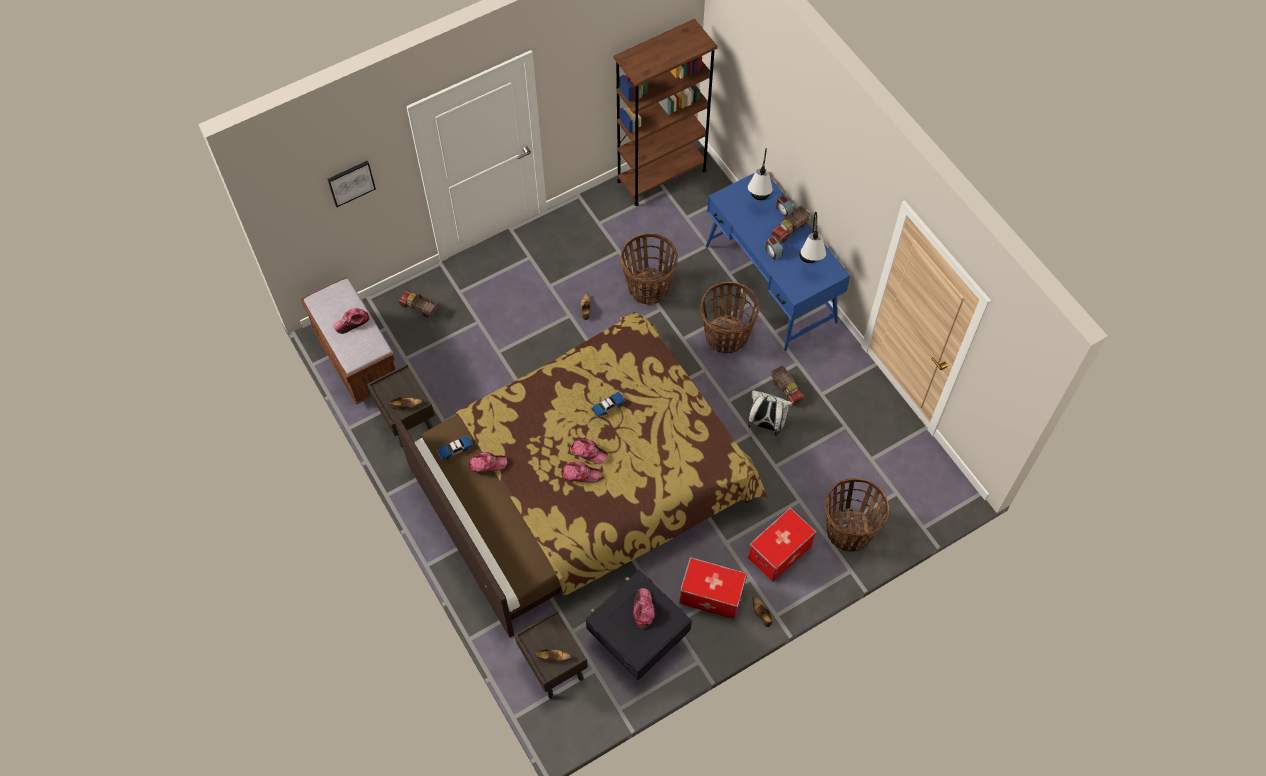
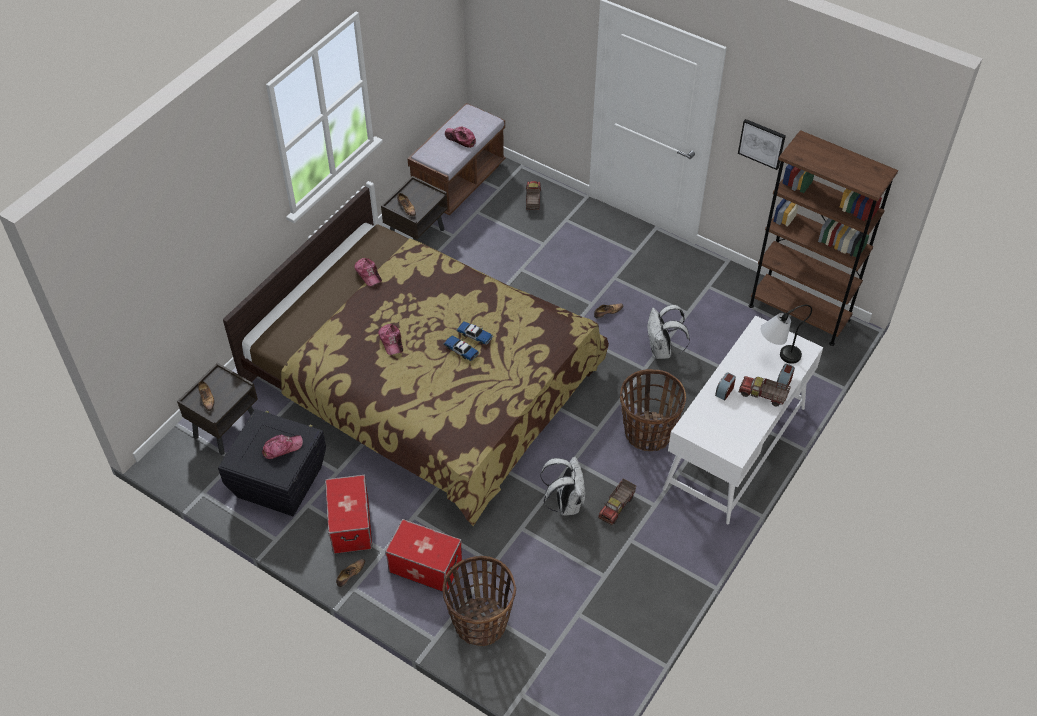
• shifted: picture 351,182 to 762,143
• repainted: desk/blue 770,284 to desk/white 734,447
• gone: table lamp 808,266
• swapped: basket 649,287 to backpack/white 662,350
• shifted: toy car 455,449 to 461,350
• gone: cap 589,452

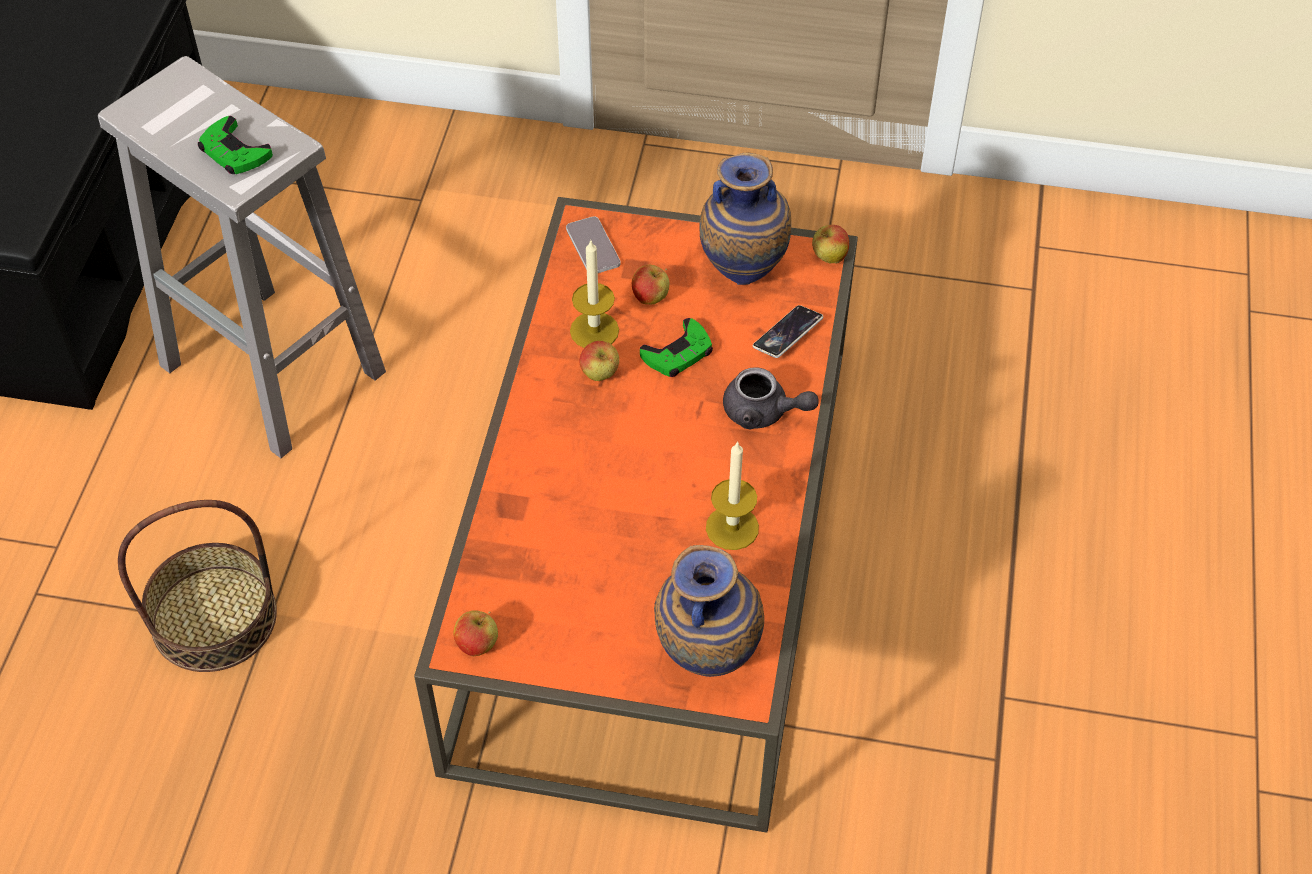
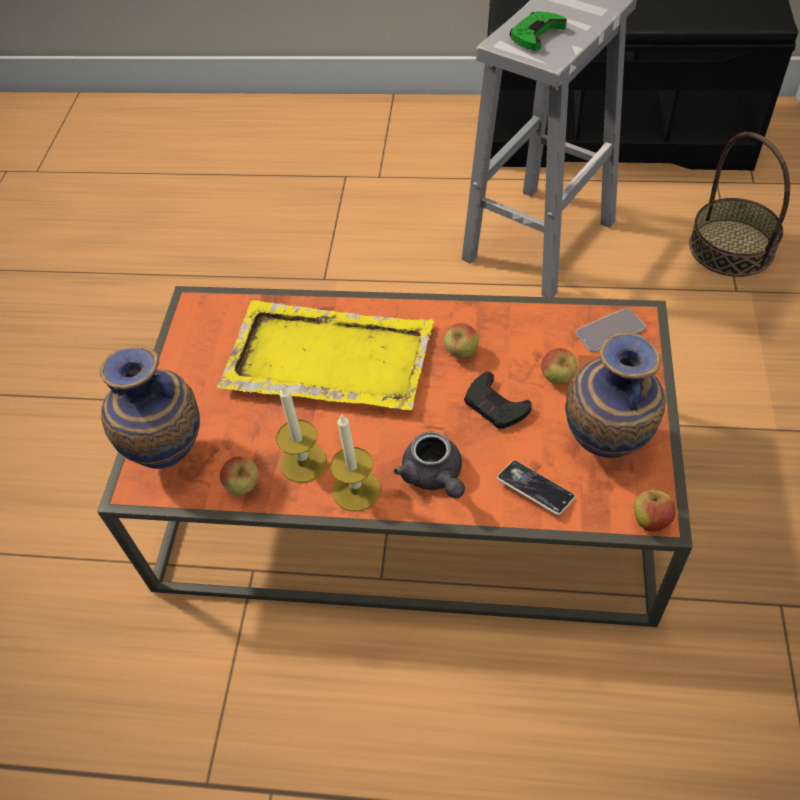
• shifted: candle 594,330 to 356,490
• repainted: game controller/green 678,353 to game controller/black 495,405
• rotated: teapot/grey 763,413 = 434,477 45 degrees counterclockwise
• shifted: basket 214,617 to 731,247
• shifted: apple 477,645 to 244,487
• new: tray/yellow 326,359

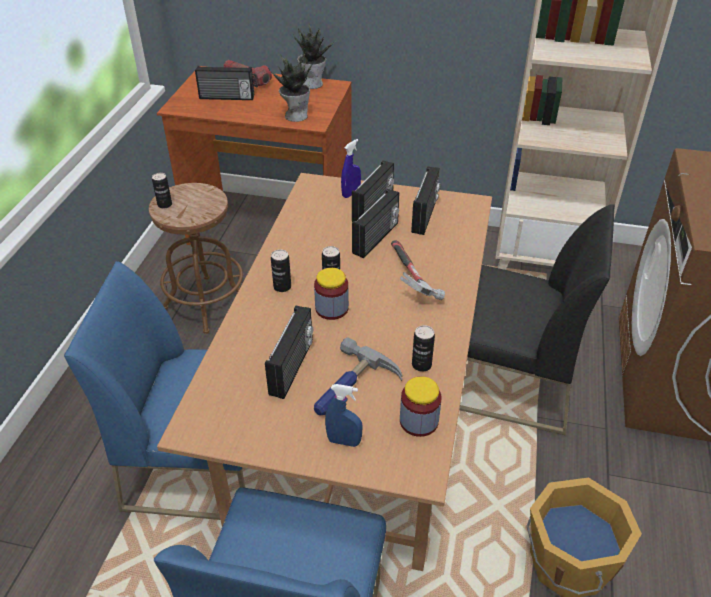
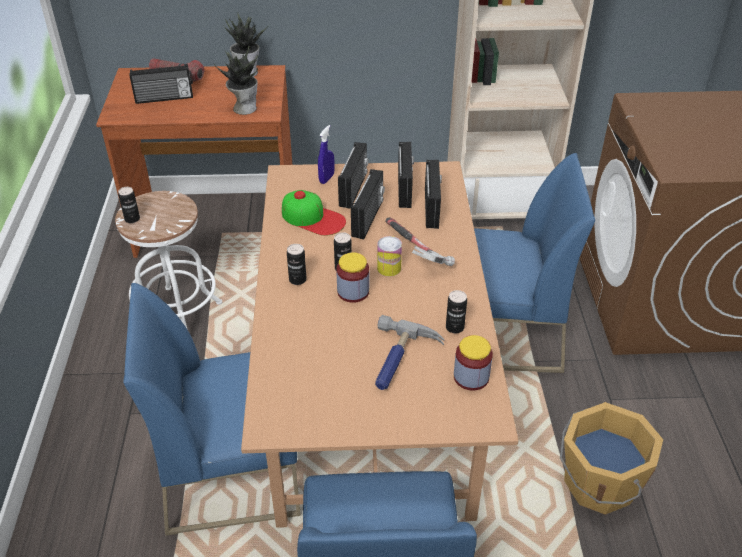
• repainted: stool/brown 206,304 to stool/white 178,315
• repainted: chair/black 511,382 to chair/blue 501,334
• shifted: radio 293,367 to 433,208
• gone: spray bottle/blue 344,441
• new: cap 313,218
• new: can 389,268

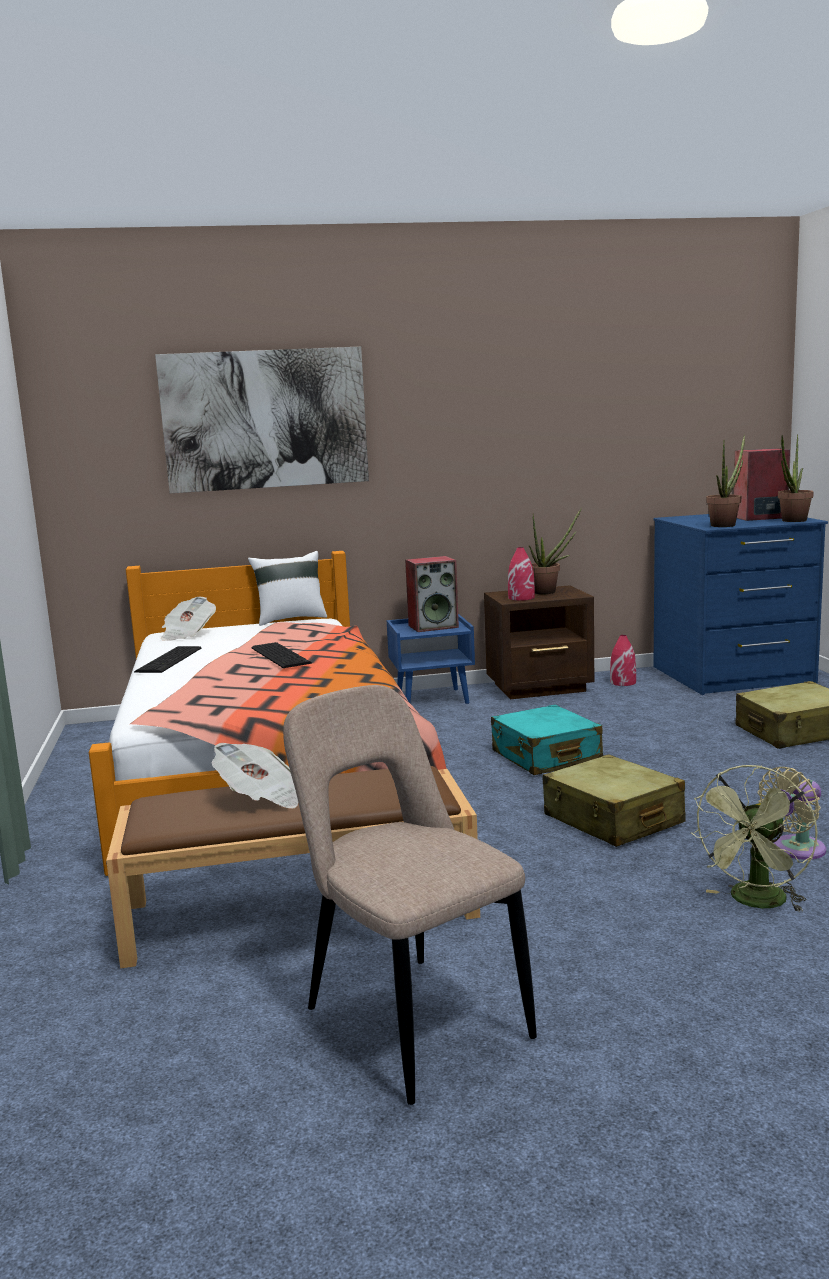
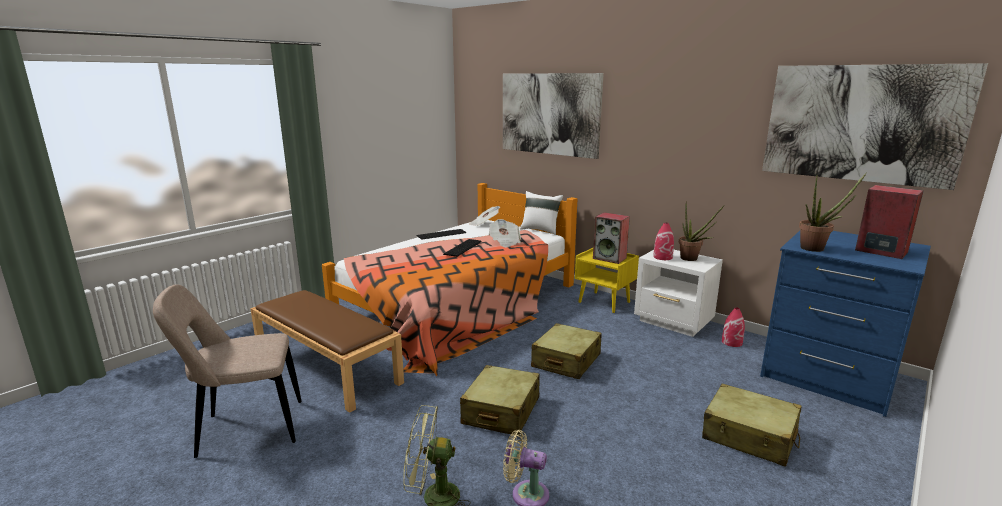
• gone: potted plant 792,521
• repainted: nightstand/brown 541,688 to nightstand/white 674,322
• repainted: nightstand/blue 433,699 to nightstand/yellow 604,302
• rotated: chair/beige 410,1019 = 245,429 120 degrees counterclockwise
• repainted: suitcase/turquoise 546,757 to suitcase/beige 566,361
• shifted: newspaper 262,798 to 504,242
• new: picture 861,123

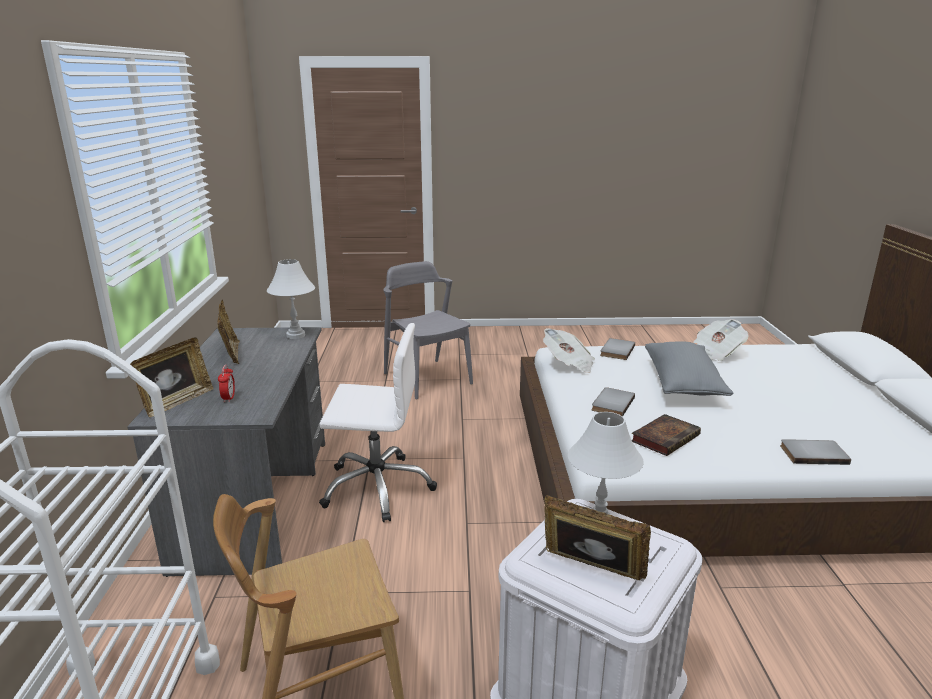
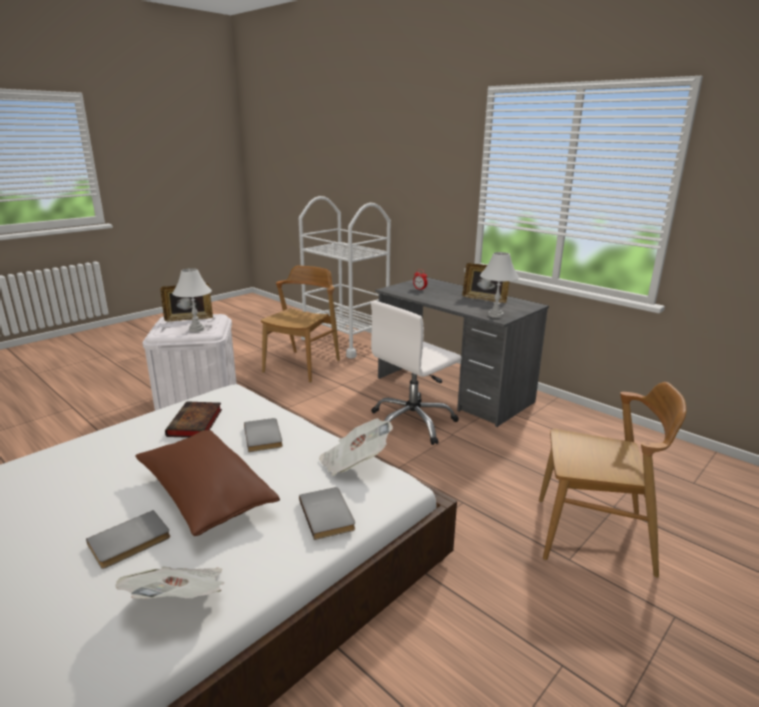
• repainted: chair/grey 427,378 to chair/brown 594,536
• gone: picture frame 176,402
• repainted: pillow/grey 683,383 to pillow/brown 206,495
• shifted: book/grey 812,453 to 130,542

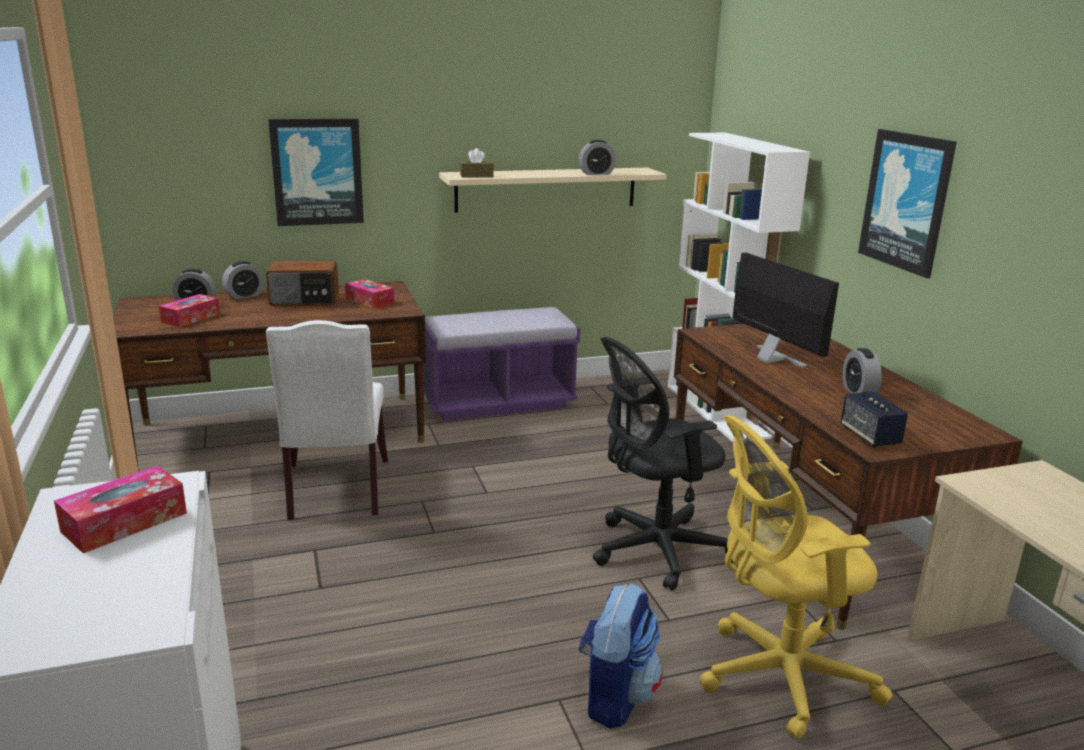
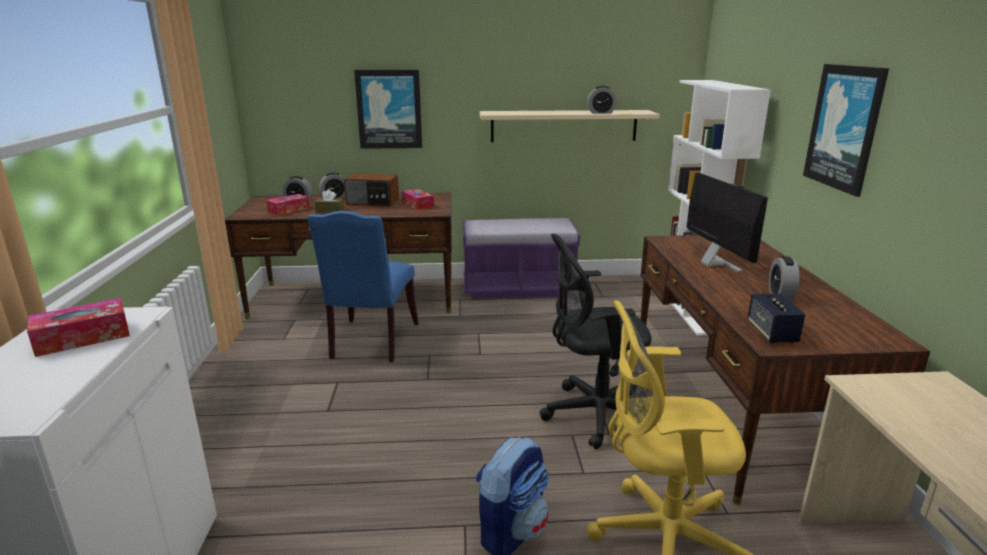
• shifted: tissue box/brown 476,176 to 330,210
• repainted: chair/white 336,492 to chair/blue 372,342

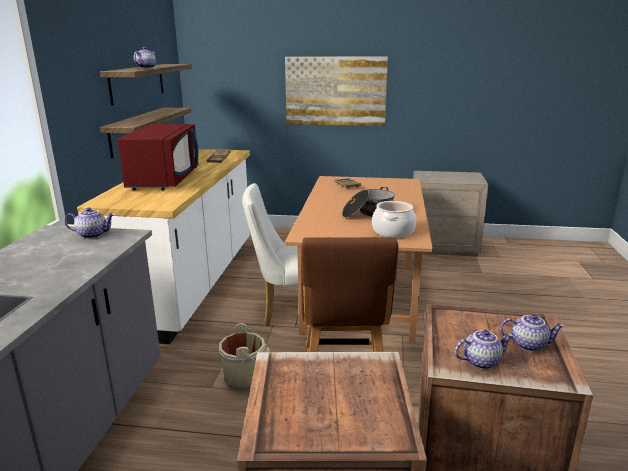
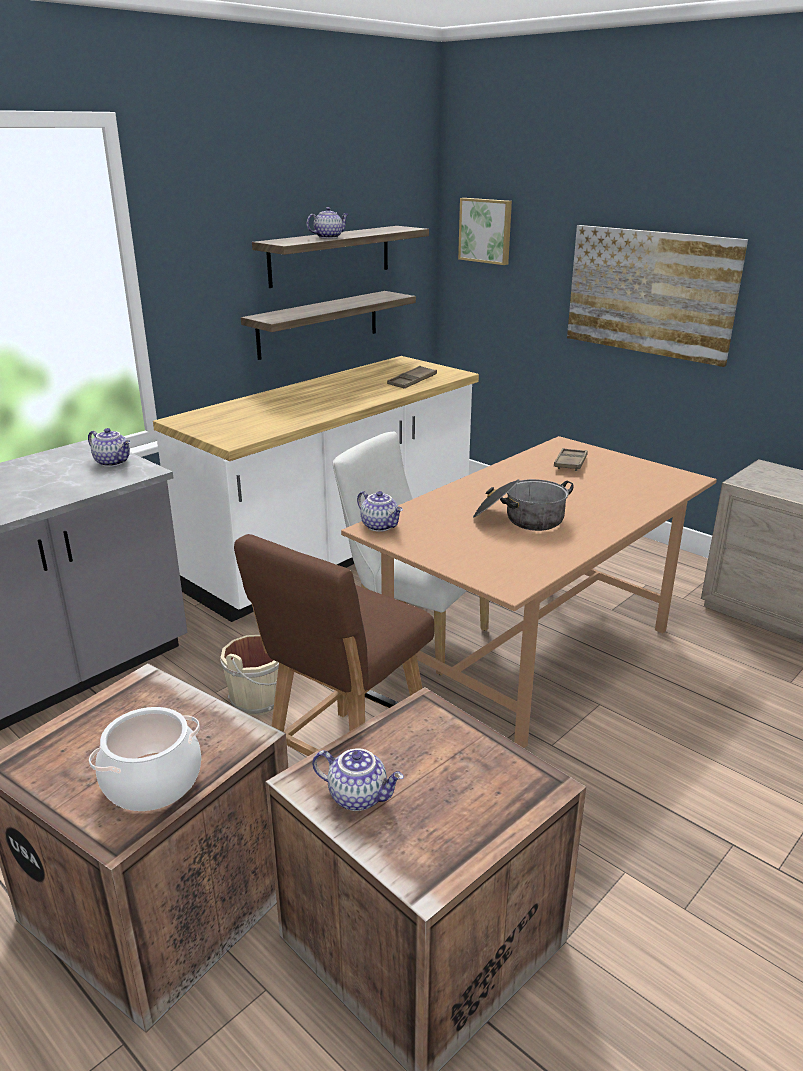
• gone: microwave/red 164,180
• shifted: cooking pot 393,232 to 152,782
• shifted: teapot 529,344 to 380,526
• new: picture 486,230

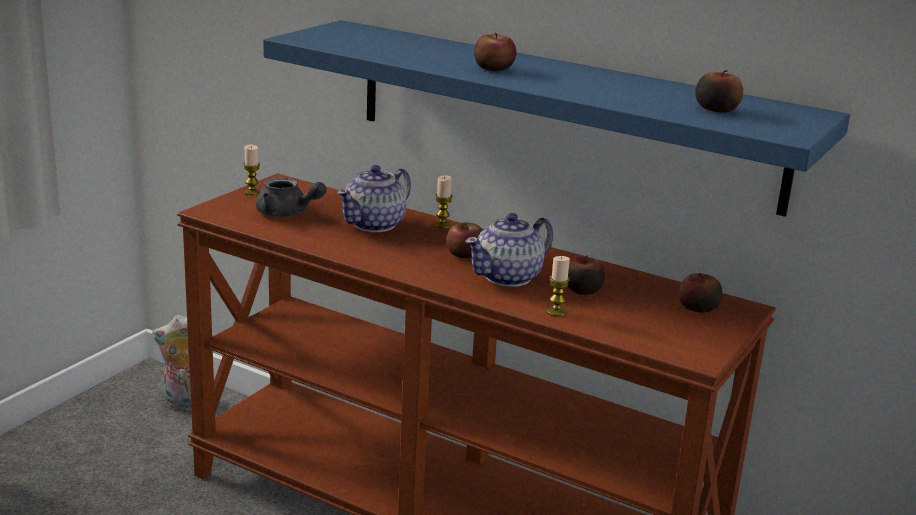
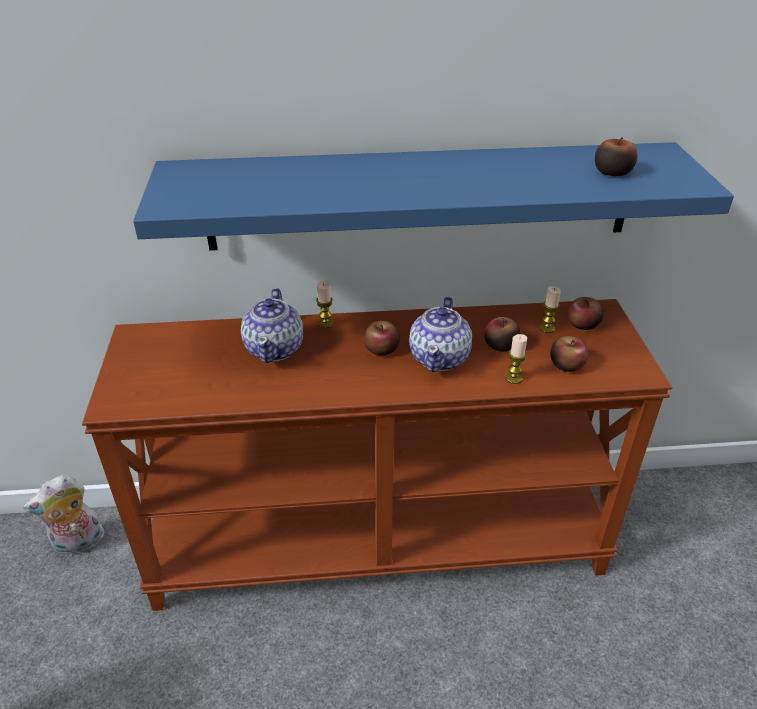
• shifted: apple 494,68 to 566,364
• shifted: candle 252,192 to 547,328
• gone: teapot/grey 287,214

